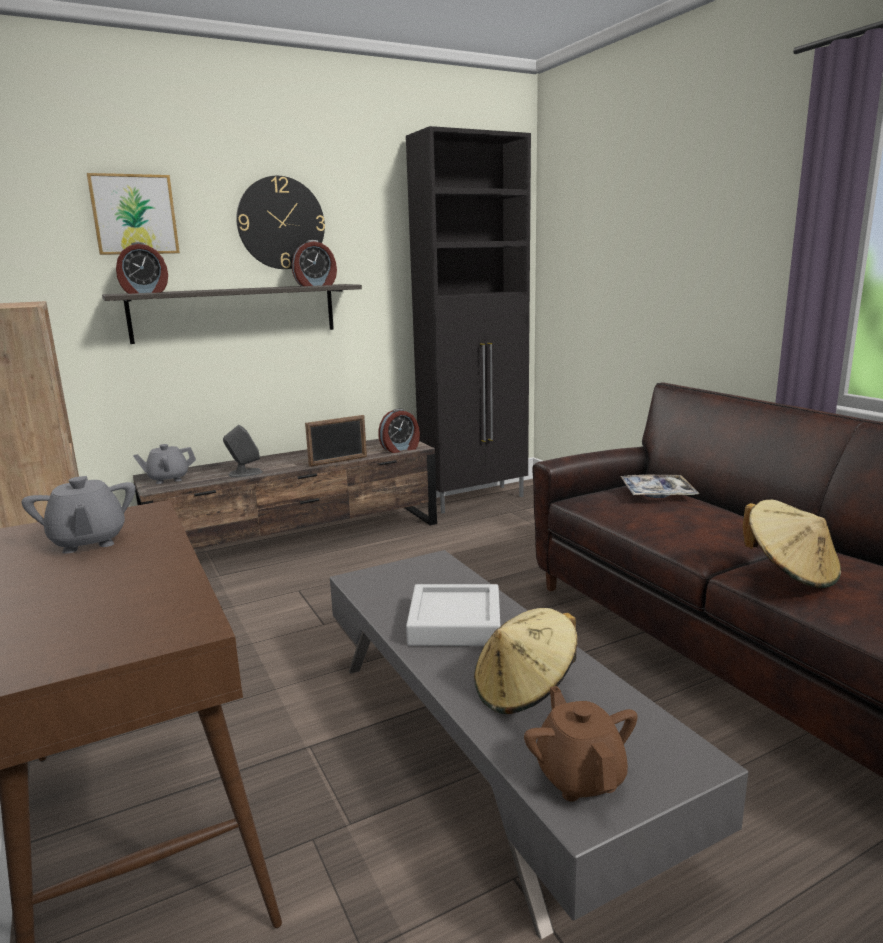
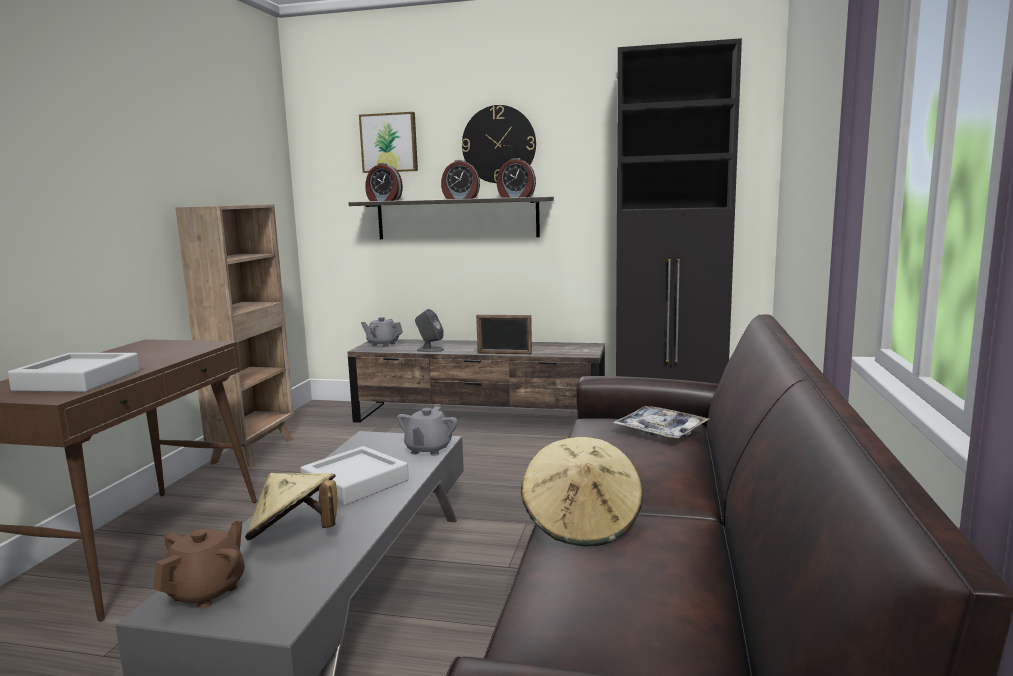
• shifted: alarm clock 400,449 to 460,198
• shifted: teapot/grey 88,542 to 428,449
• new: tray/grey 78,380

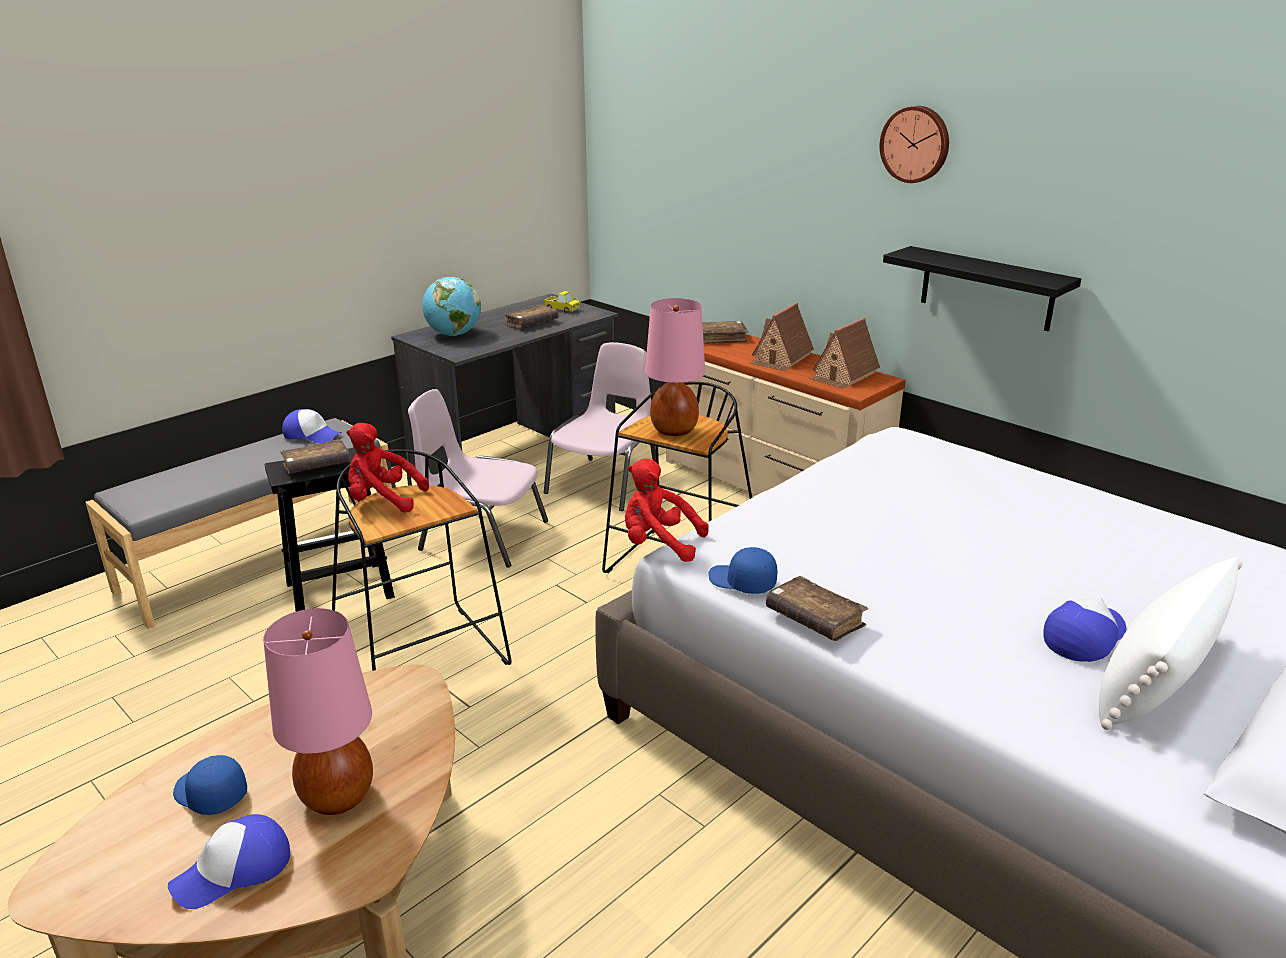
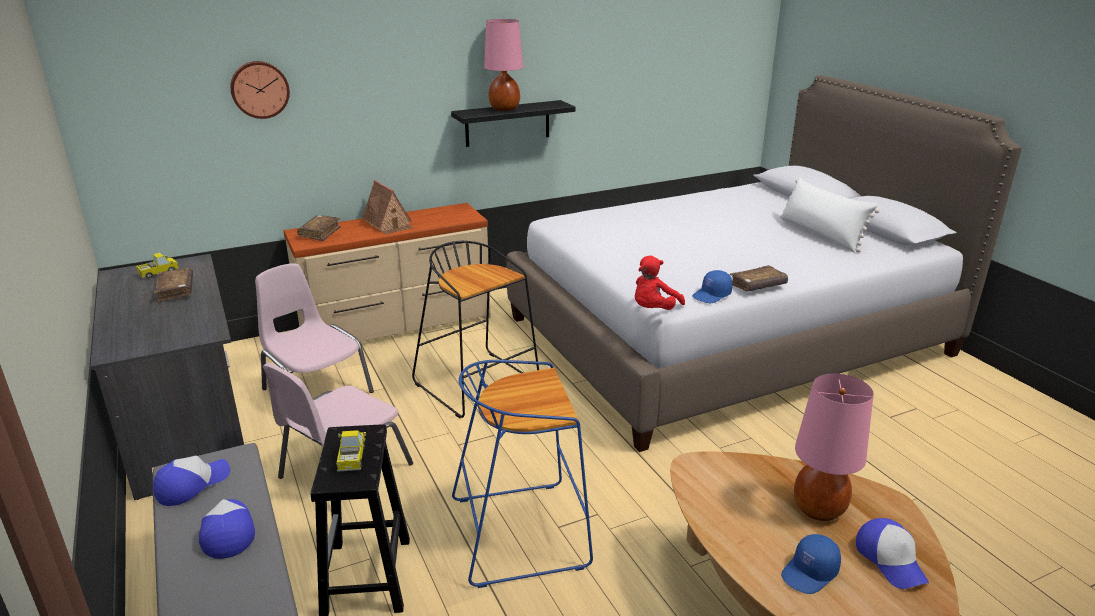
• shifted: wall clock 916,144 to 259,89
• gone: globe 453,335
• shifted: table lamp/pink 674,431 to 505,109
• gone: toy house 843,375
• gone: plush toy/red 383,500
• swapped: book/brown 317,465 to toy truck 352,458
• repainted: stool/black 424,660 to stool/blue 522,531
• shifted: cap 1084,637 to 228,532

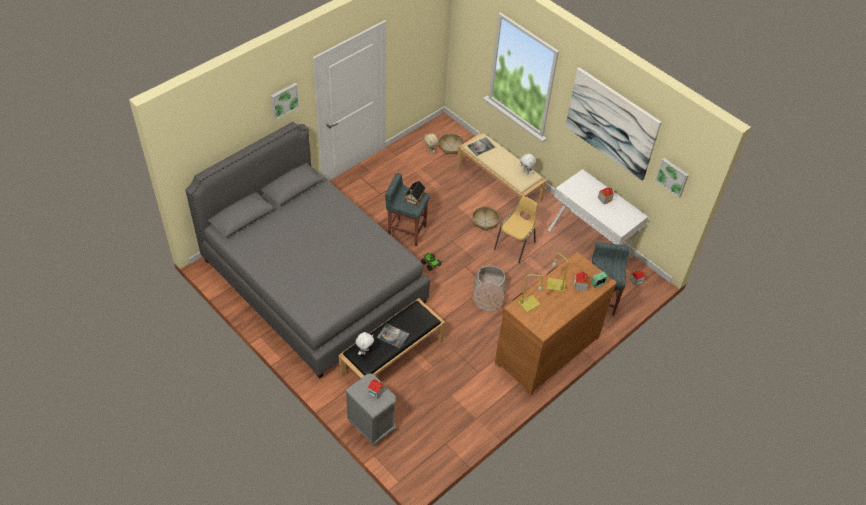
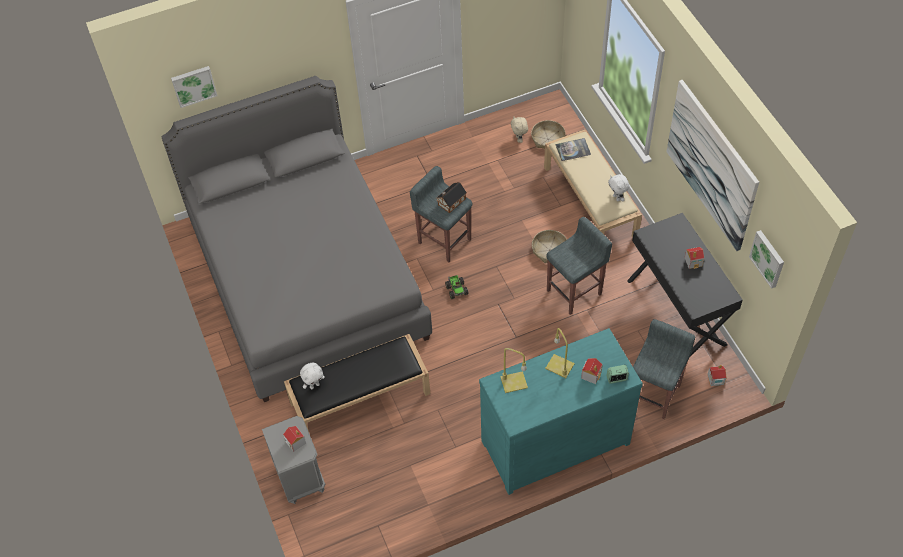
• shifted: picture 284,100 to 193,85
• repainted: desk/white 590,243 to desk/black 677,312
• swapped: chair/yellow 515,245 to stool/grey 575,292
• repainted: dresser/brown 545,349 to dresser/turquoise 553,440
• gone: basket 488,293
• gone: book 393,336

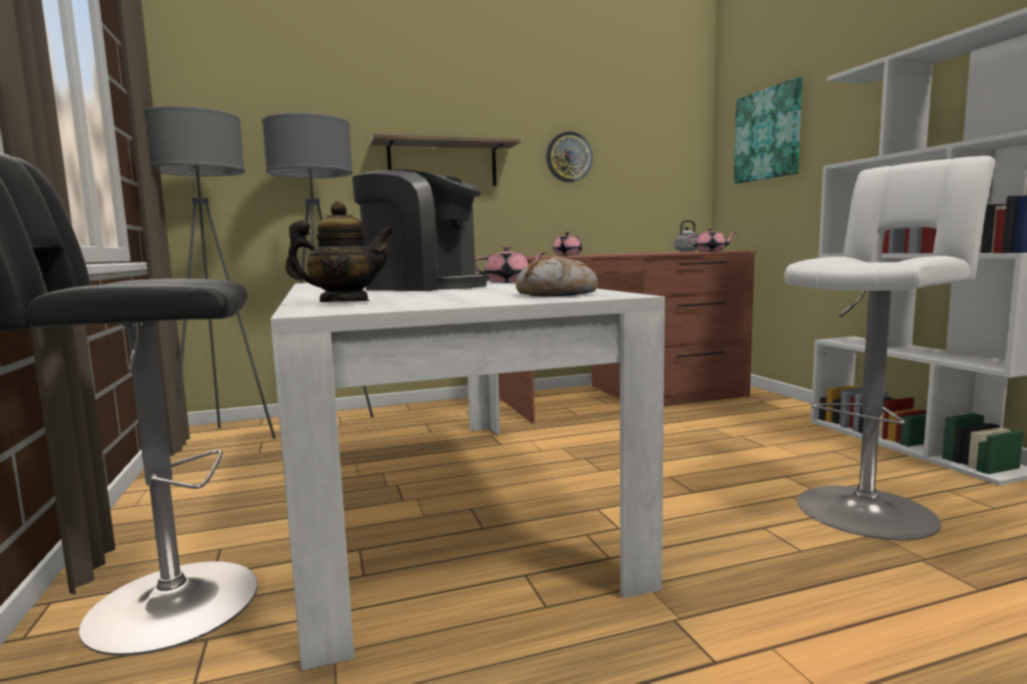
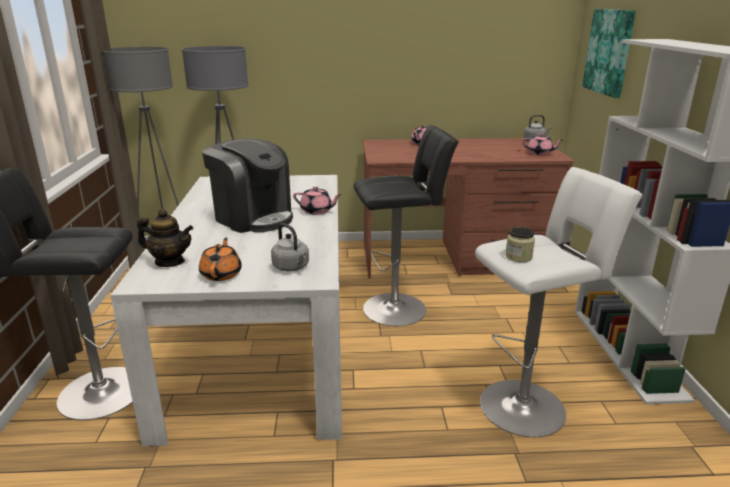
• gone: wall clock 568,157
• gone: shelf 442,164
• swapped: bread 557,294 to kettle/grey 292,267
• new: stool/black 399,308
• new: jar 518,257
• new: teapot/orange 221,274

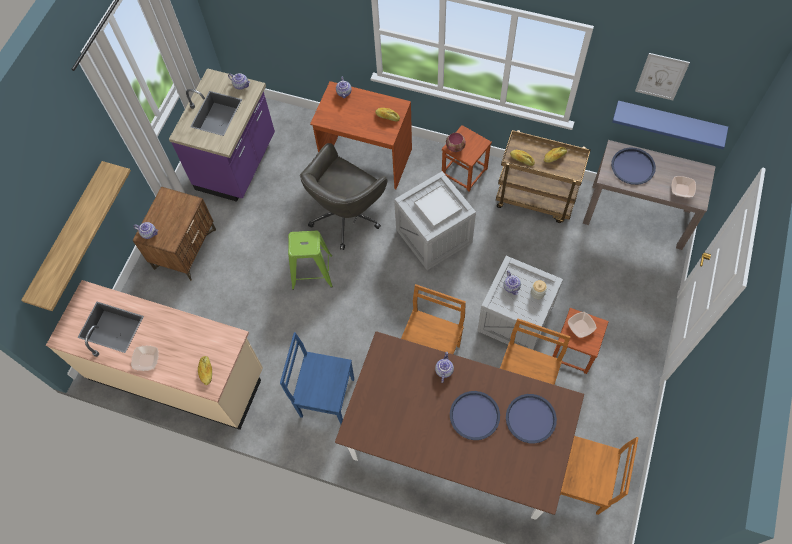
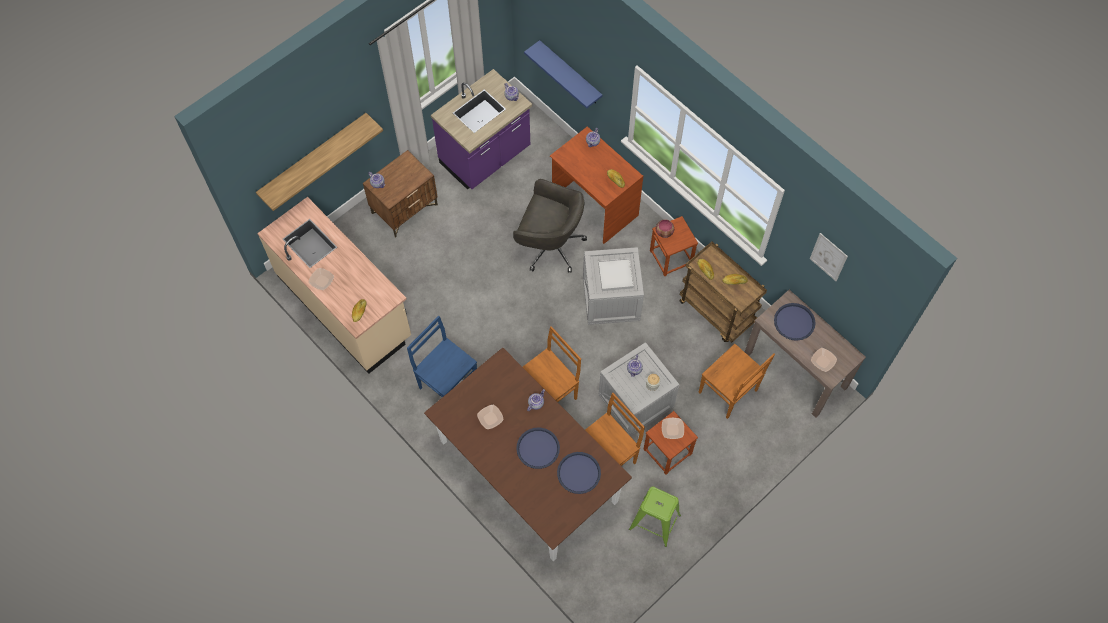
• shifted: shelf/blue 669,121 to 570,74
• rotated: office chair/grey 346,215 = 549,245 135 degrees counterclockwise
• shifted: stool/green 312,272 to 655,522
• shifted: chair/brown 582,482 to 729,392
• new: bowl 490,418

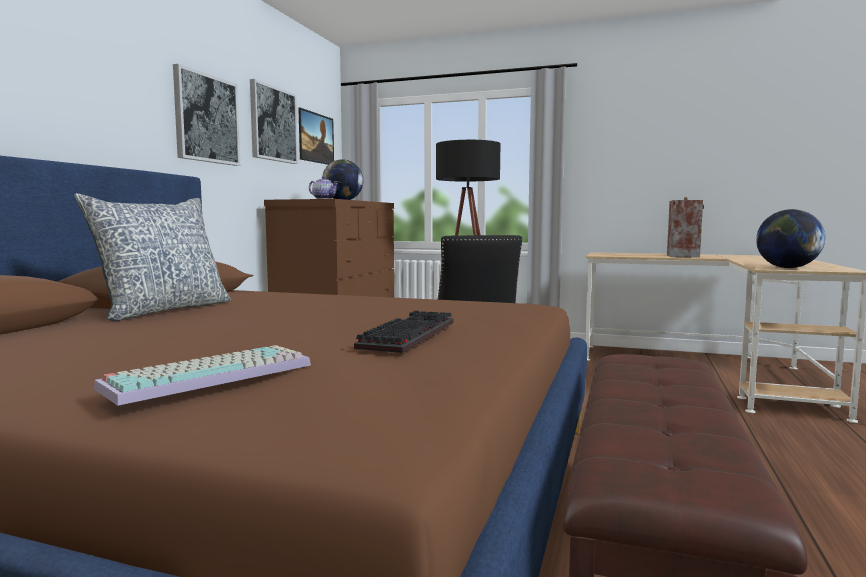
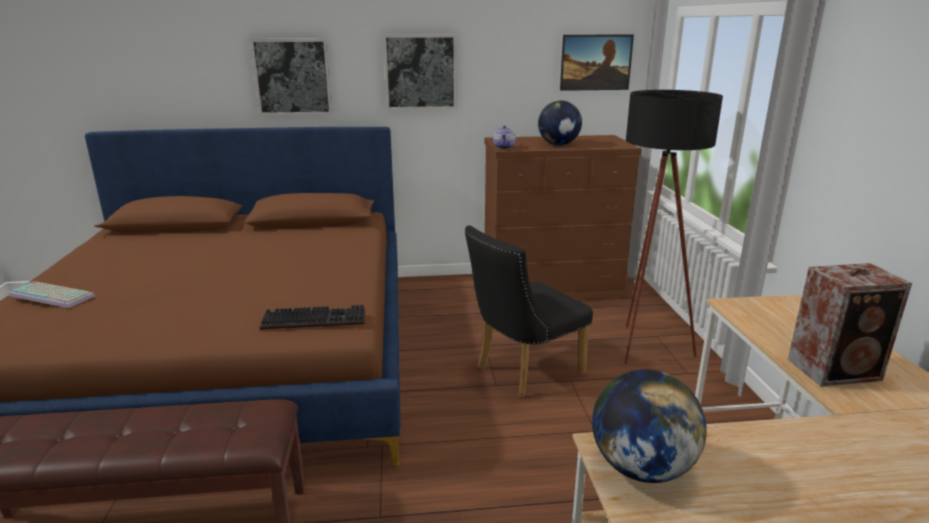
• shifted: picture 273,124 to 292,77
• gone: pillow 163,310
• shifted: keyboard 407,334 to 316,319

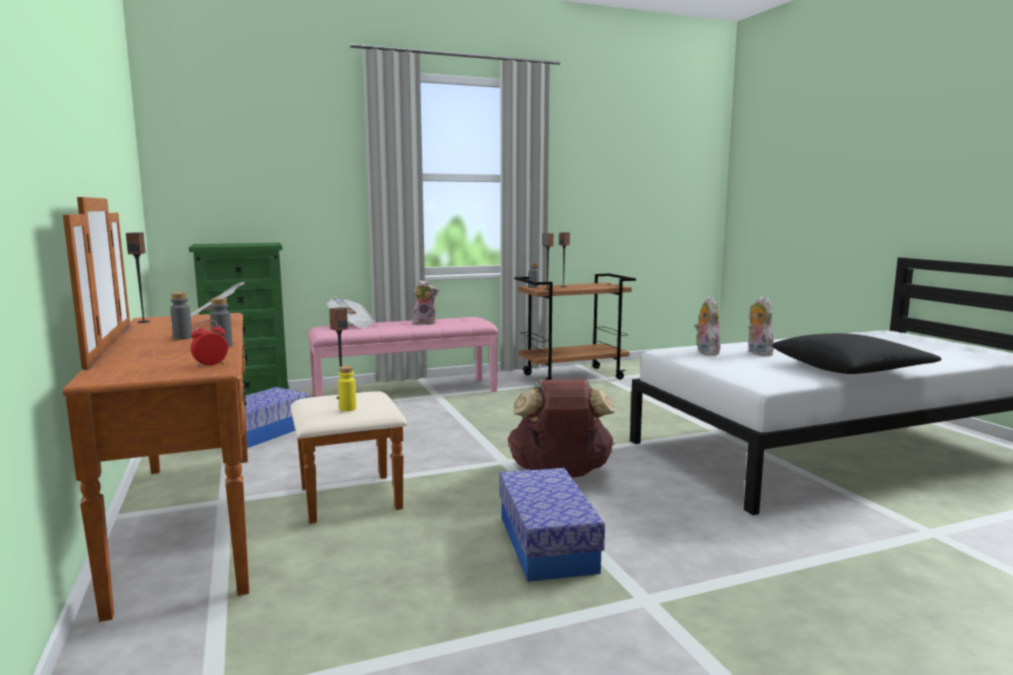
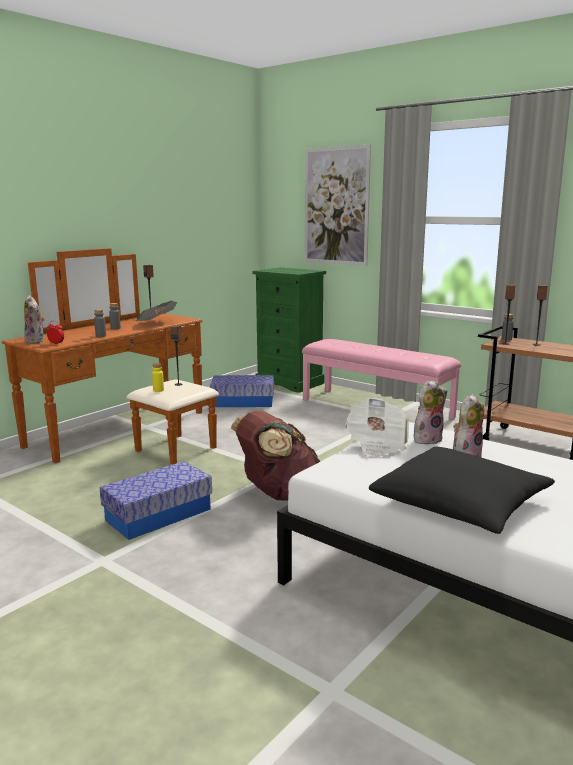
• shifted: plush toy 425,323 to 36,341
• shifted: newspaper 352,325 to 377,445
• new: picture 336,206

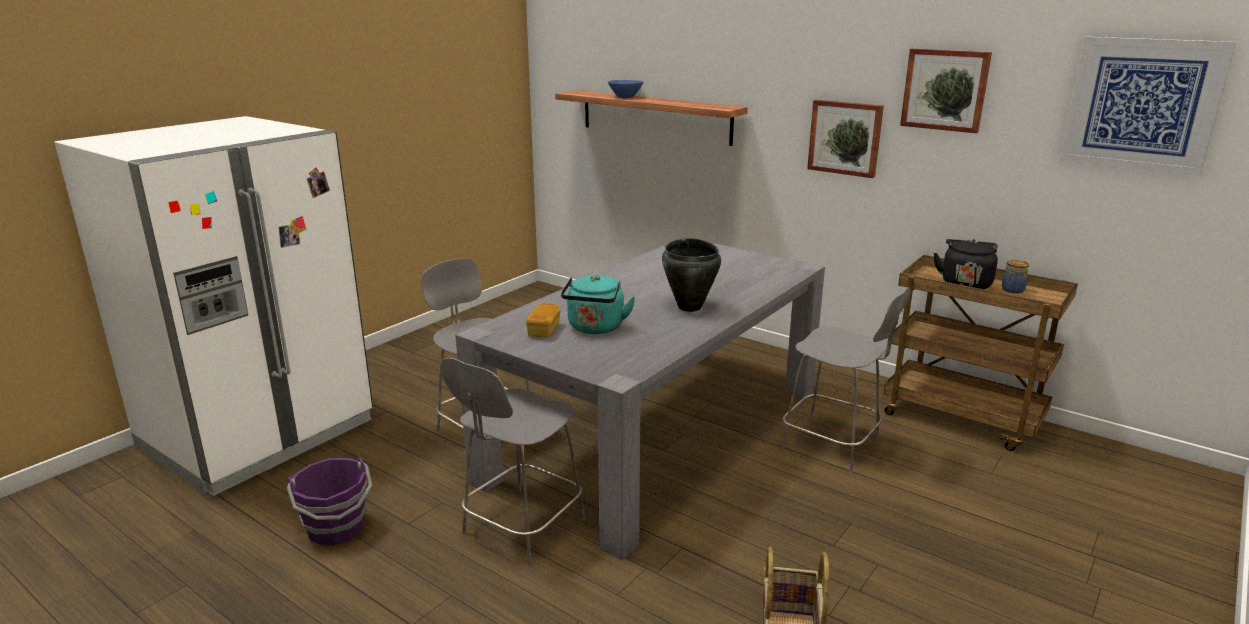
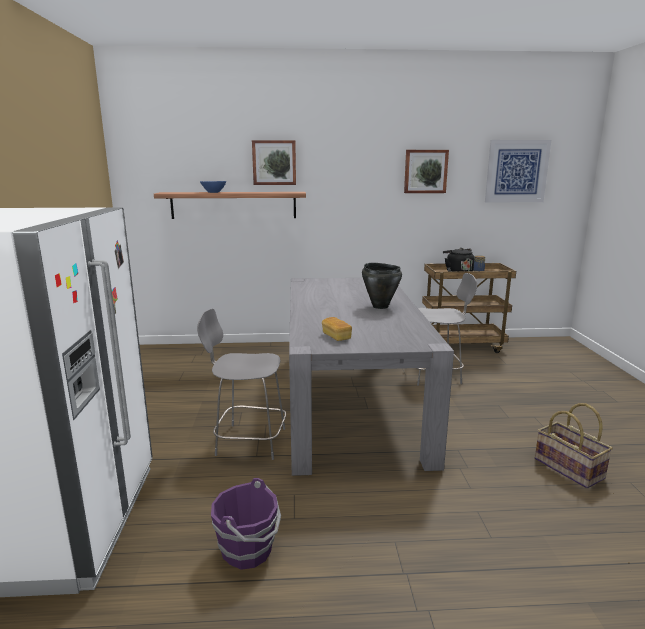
• shifted: picture 845,138 to 274,162
• gone: kettle/turquoise 595,328
• gone: chair/grey 521,528

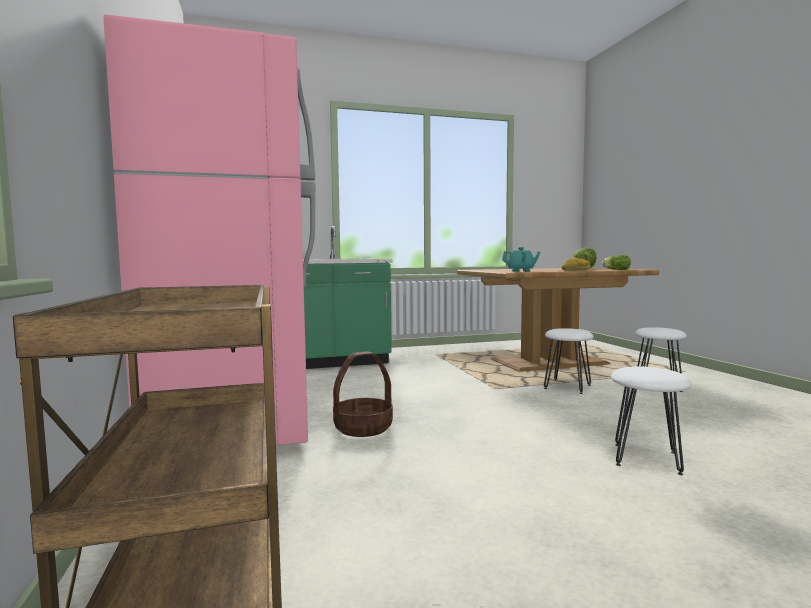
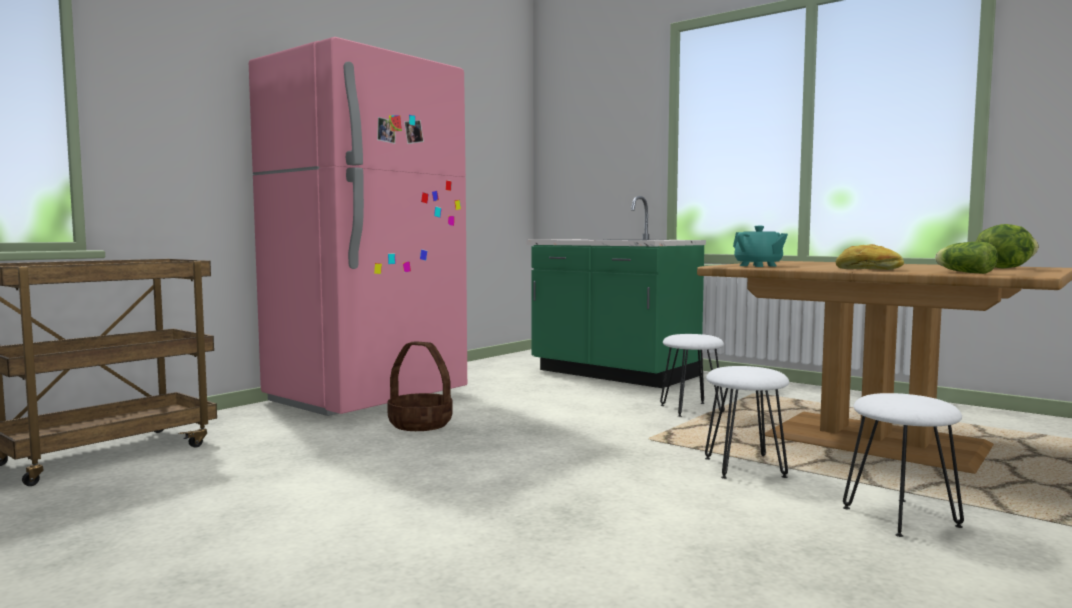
• shifted: stool/white 645,458 to 691,409

